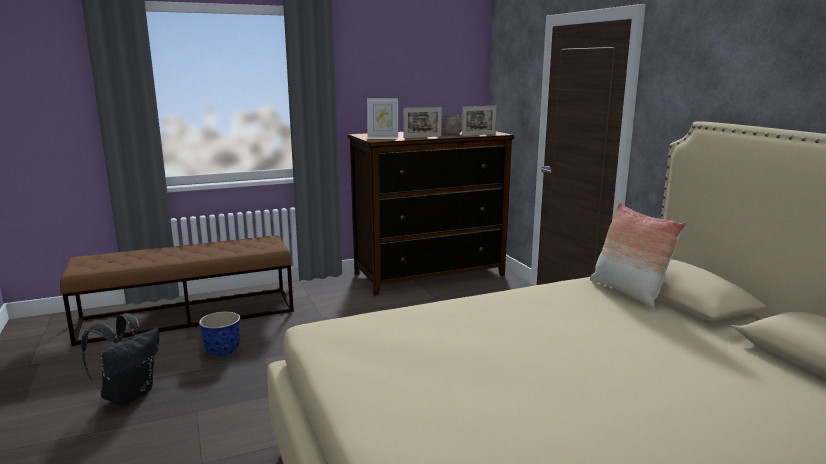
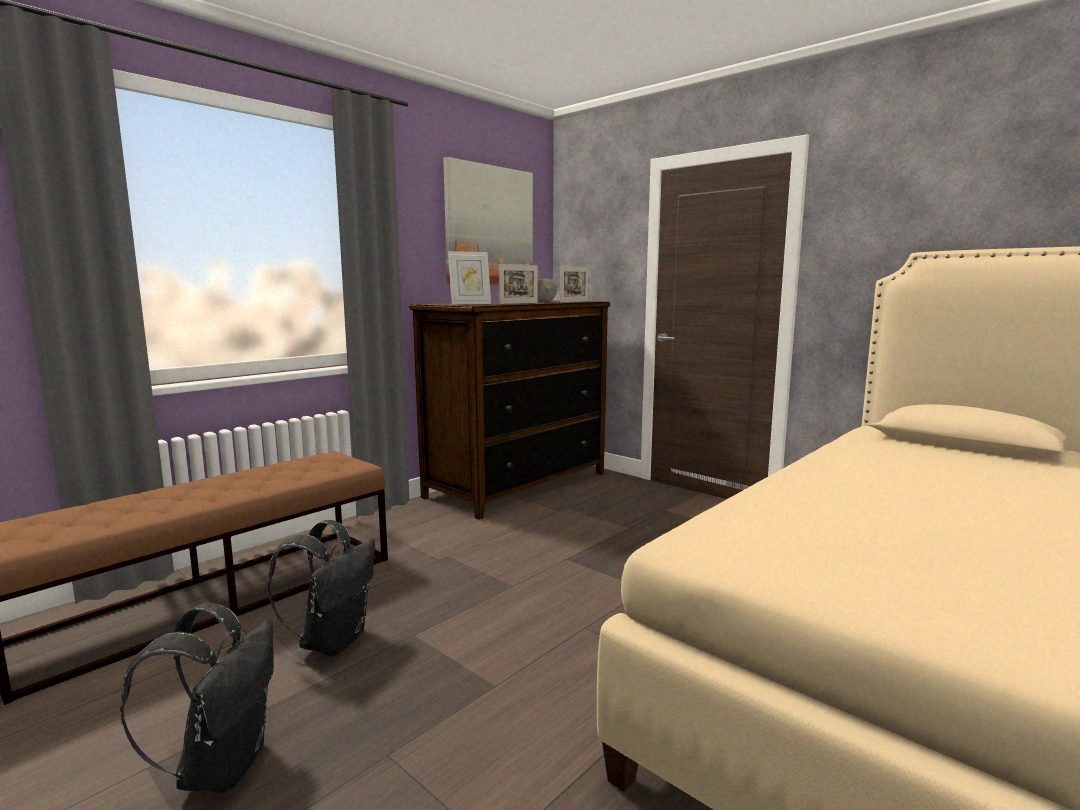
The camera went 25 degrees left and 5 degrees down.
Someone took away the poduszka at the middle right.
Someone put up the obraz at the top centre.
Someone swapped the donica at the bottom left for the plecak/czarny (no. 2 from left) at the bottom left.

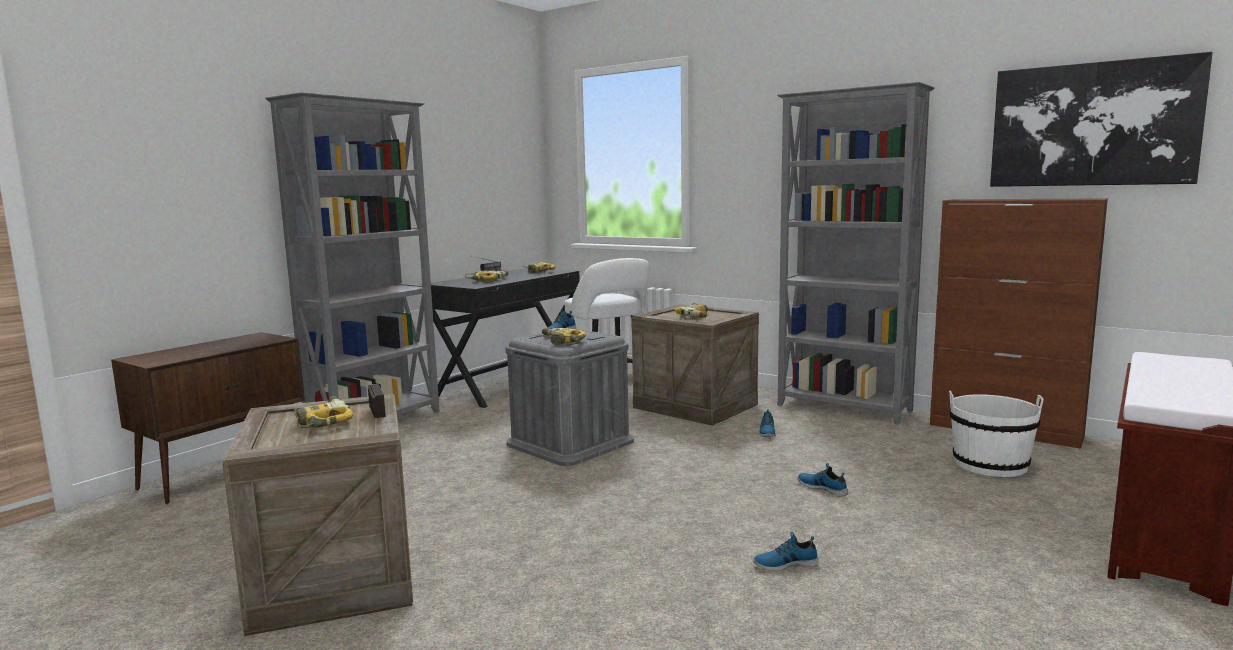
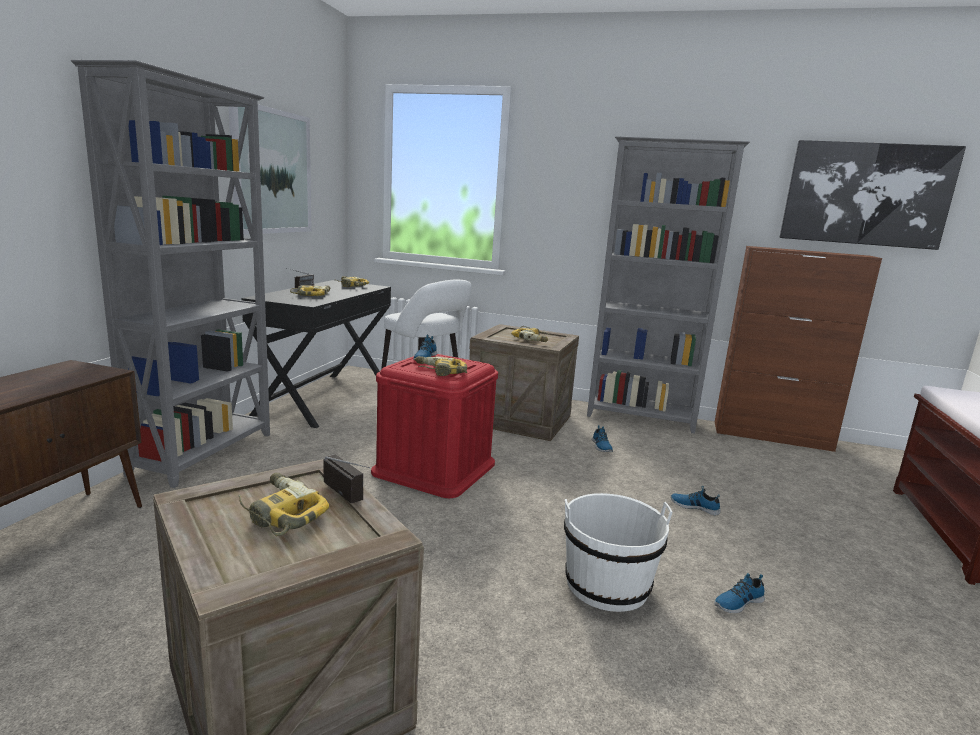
The camera went 20 degrees left and 5 degrees up.
Someone put up the obraz (no. 1 from left) at the top left.
Someone carried the wiadro/biały from the bottom right to the bottom centre.
Someone repainted the pojemnik do przechowywania/szary at the centre, which became the pojemnik do przechowywania/czerwony at the centre.

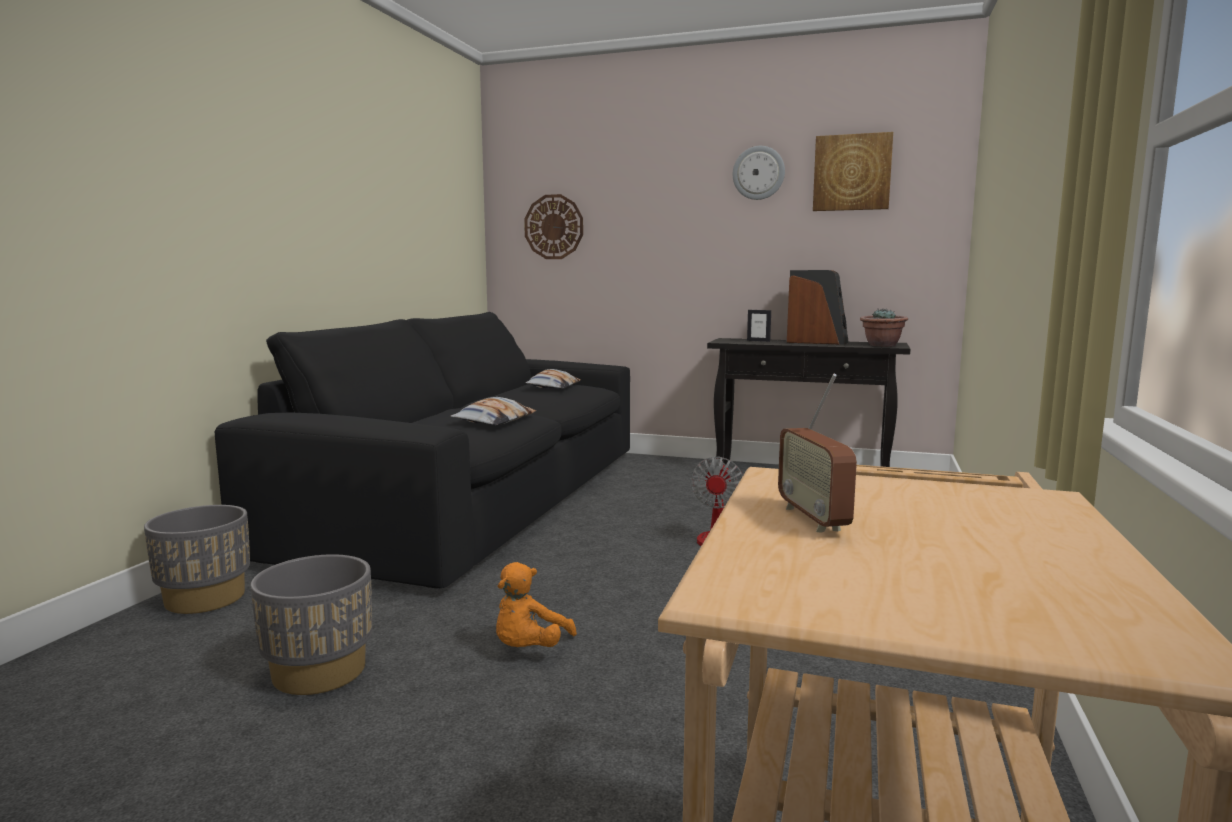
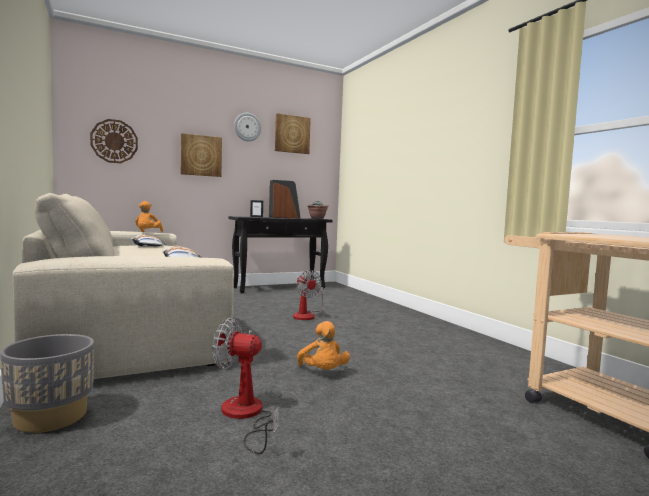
The camera went 45 degrees left and 5 degrees down.
Someone took away the radio at the centre.
Someone put down the pluszak/pomarańczowy (no. 1 from left) at the middle left.
Someone put up the obraz (no. 1 from left) at the top left.
Someone swapped the donica/szary (no. 2 from left) at the bottom left for the wentylator (no. 1 from left) at the bottom centre.
Someone repainted the kanapa/czarny at the centre, which became the kanapa/beżowy at the middle left.

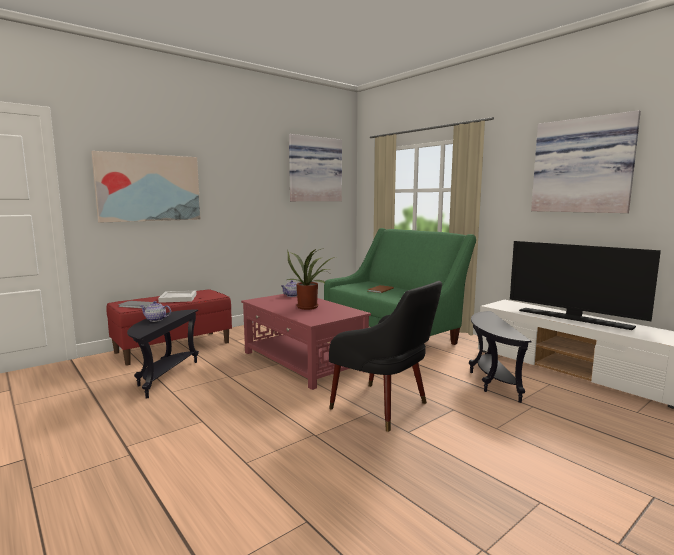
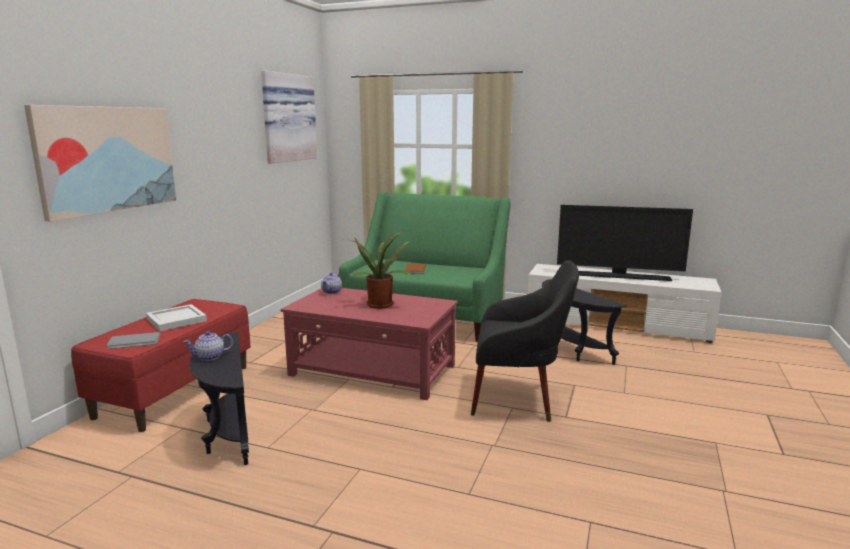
The camera went 30 degrees left and 5 degrees up.
Someone took away the obraz (no. 3 from left) at the top right.

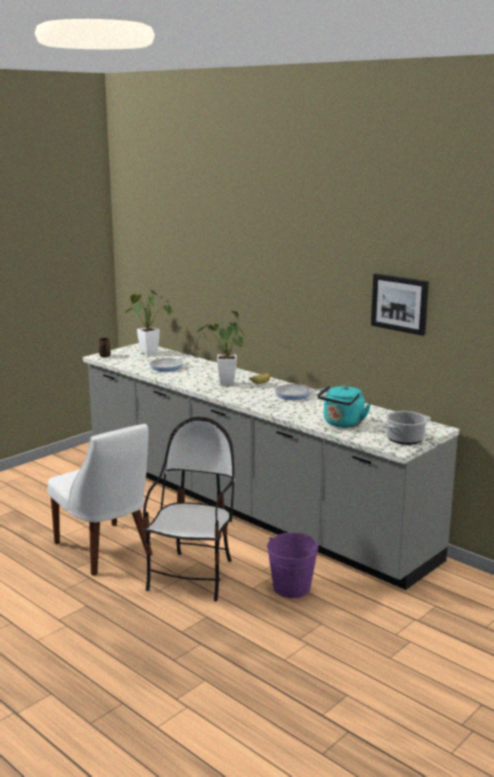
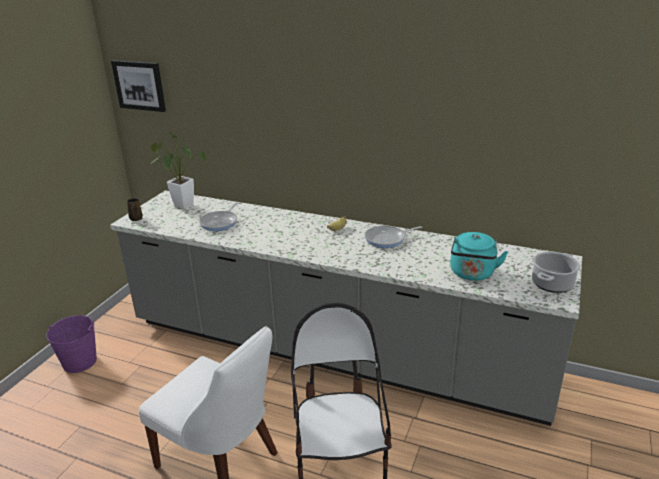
The camera went 20 degrees left and 10 degrees up.
Someone took away the roślina doniczkowa (no. 2 from left) at the centre.
Someone carried the wiadro/fioletowy from the bottom centre to the bottom left.
Someone carried the obraz from the middle right to the top left.

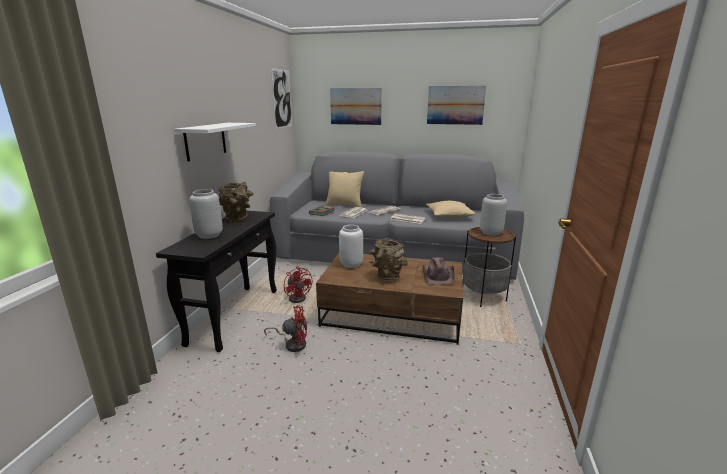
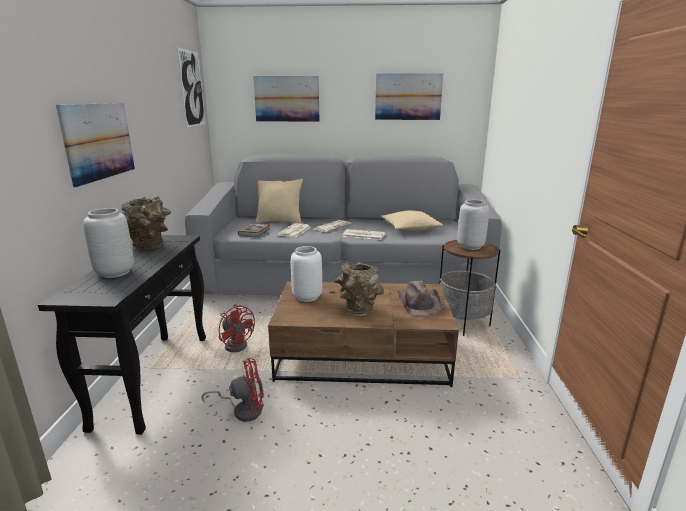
The camera went 10 degrees left and 0 degrees up.
Someone swapped the półka/biały at the top left for the obraz (no. 1 from left) at the top left.

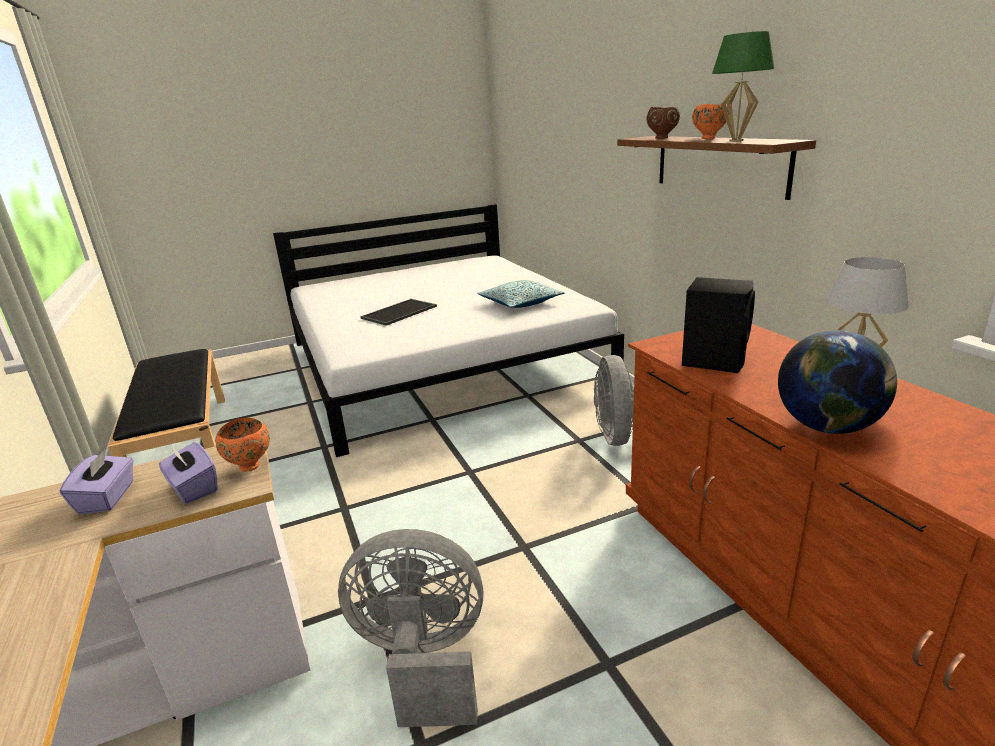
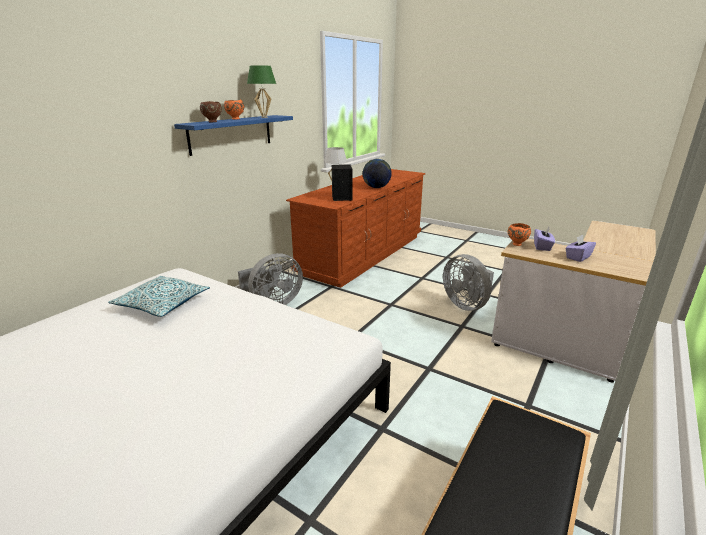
The camera went 125 degrees left and 0 degrees up.
Someone took away the taca at the centre.
Someone repainted the półka/brązowy at the top right, which became the półka/niebieski at the top left.

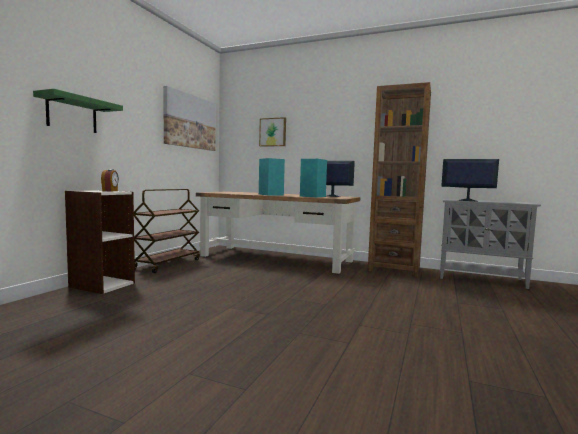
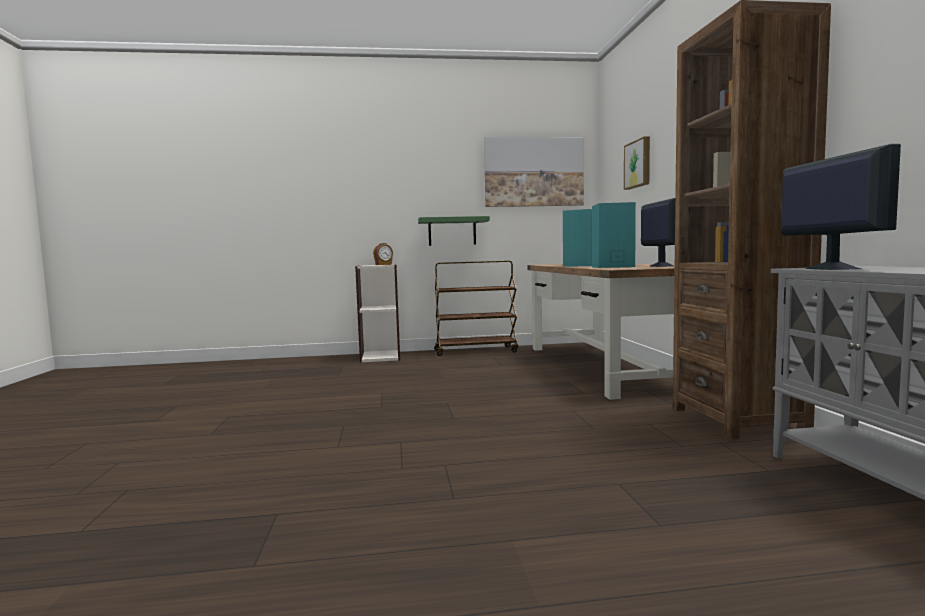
The camera went 60 degrees right and 0 degrees up.
Someone carried the półka/zielony from the top left to the centre.

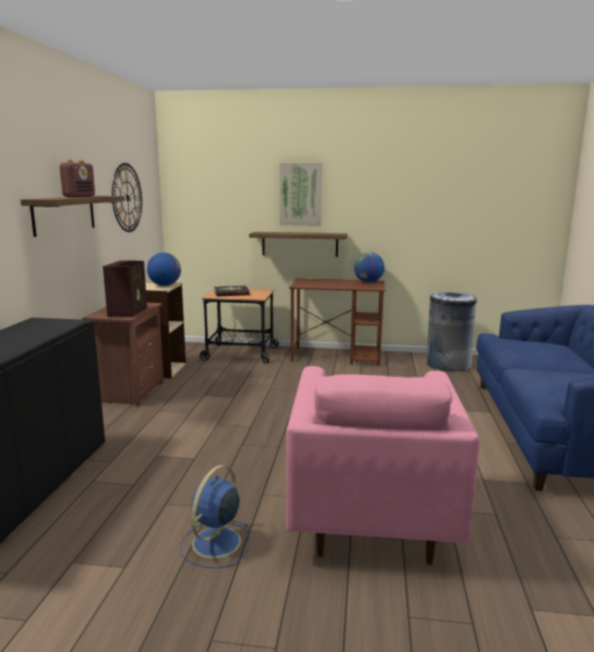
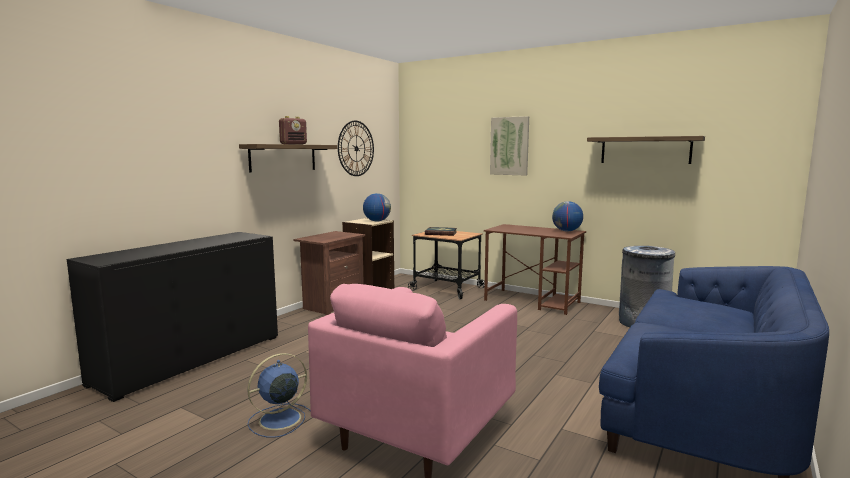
The camera went 25 degrees right and 5 degrees down.
Someone took away the radio (no. 2 from left) at the middle left.
Someone carried the półka (no. 2 from left) from the centre to the top right.

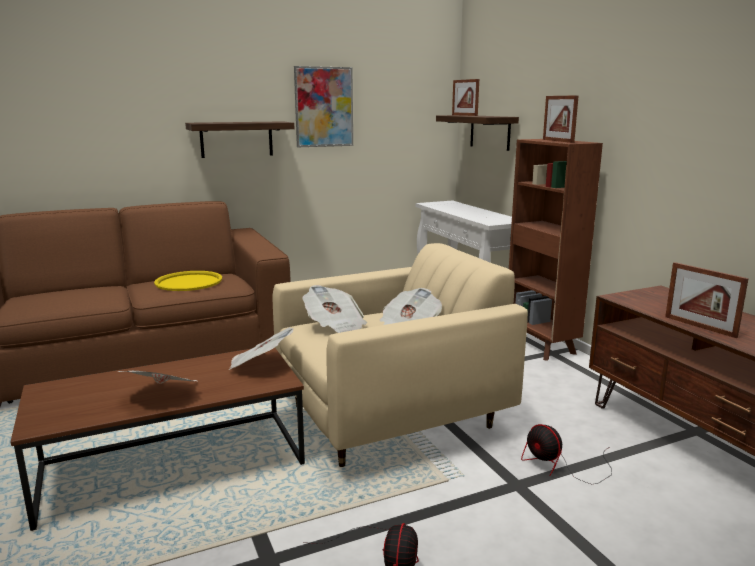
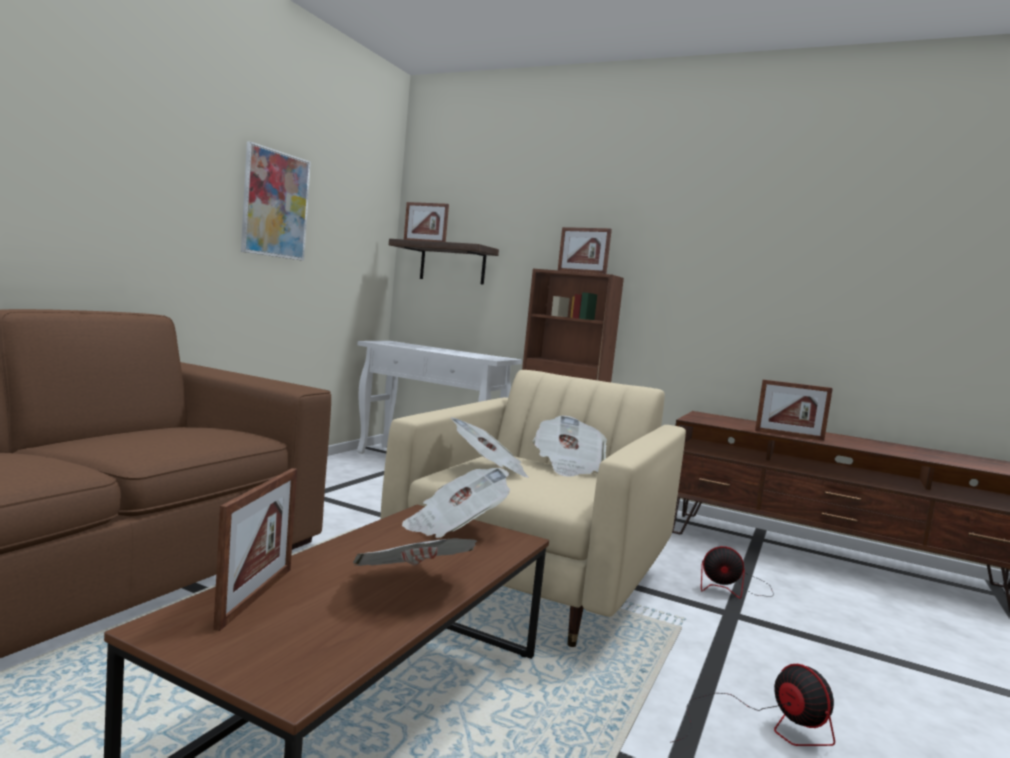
The camera went 40 degrees left and 10 degrees down.
Someone took away the taca/żółty at the middle left.
Someone took away the półka (no. 1 from left) at the top left.
Someone put down the ramka na zdjęcie (no. 1 from left) at the bottom left.

